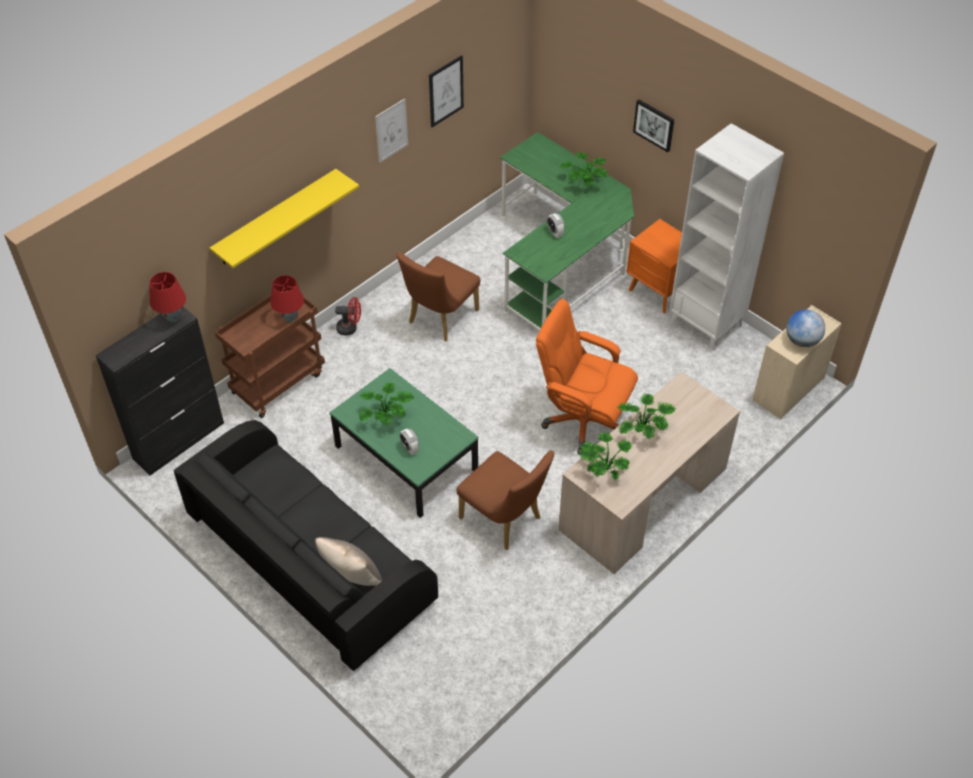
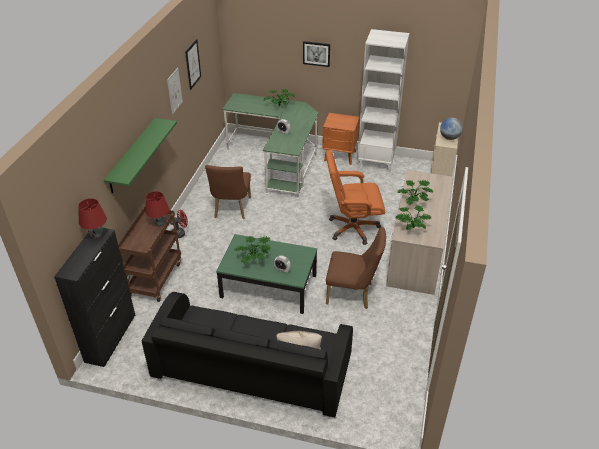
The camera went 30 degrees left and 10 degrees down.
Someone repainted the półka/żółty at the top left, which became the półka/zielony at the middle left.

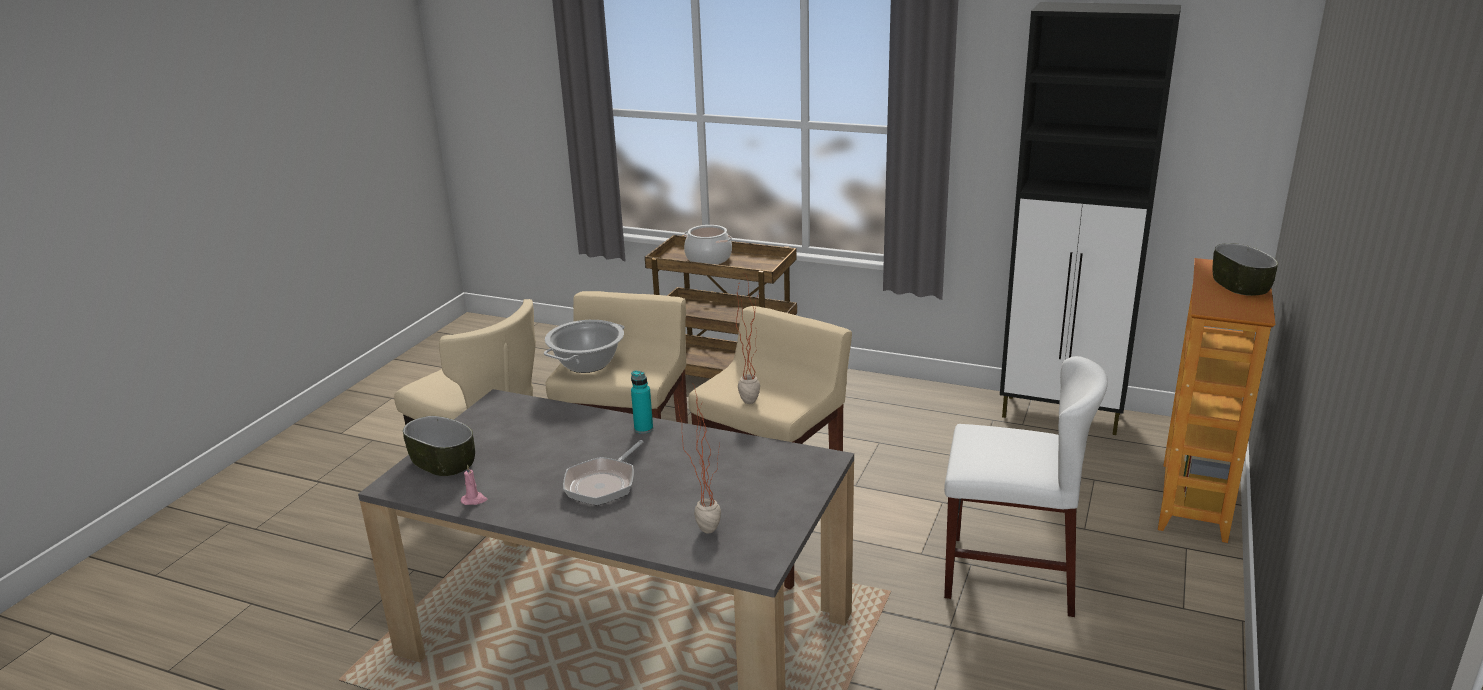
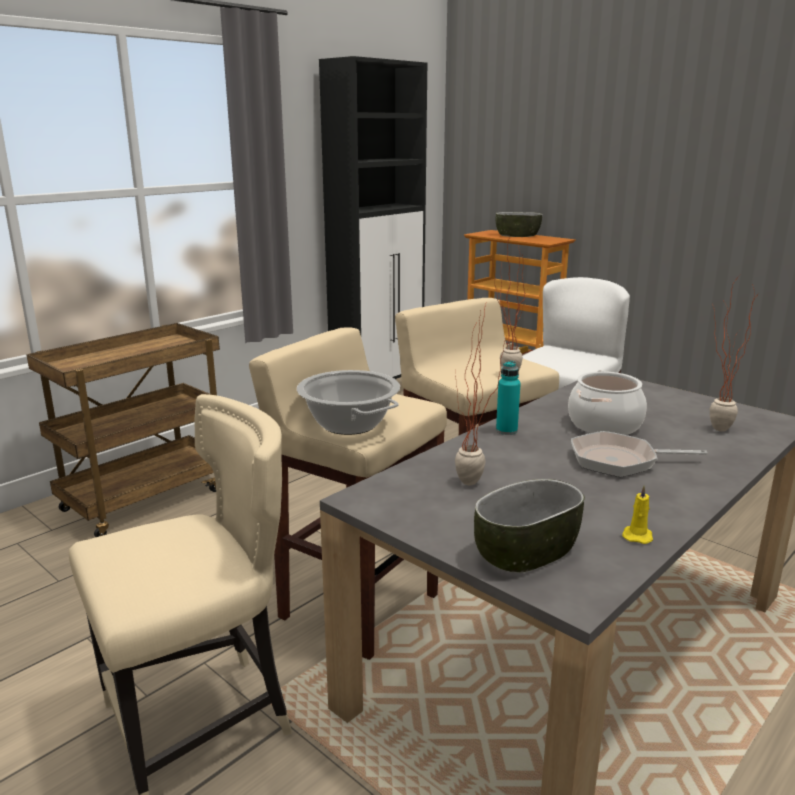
The camera went 70 degrees left and 5 degrees down.
Someone put down the roślina doniczkowa (no. 1 from left) at the centre.
Someone carried the garnek (no. 2 from left) from the centre to the middle right.
Someone repainted the świeca/różowy at the bottom left, which became the świeca/żółty at the middle right.
Someone rotated the patelnia at the bottom centre by 135 degrees clockwise.

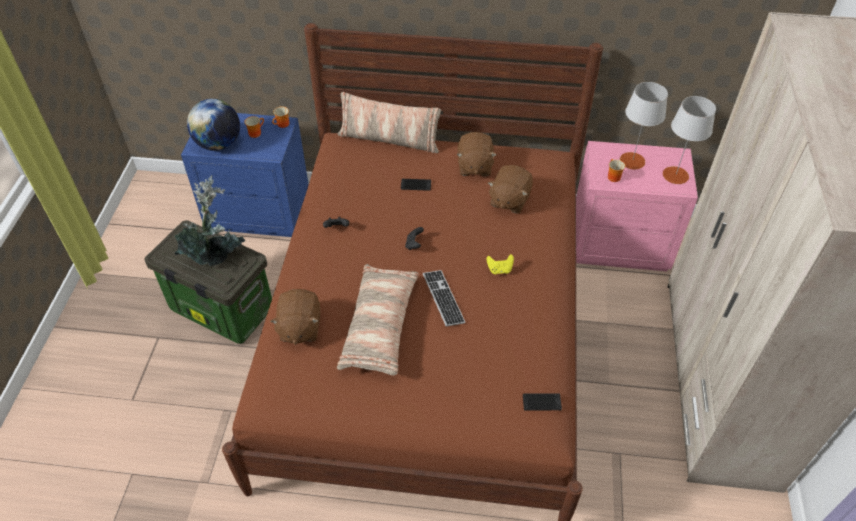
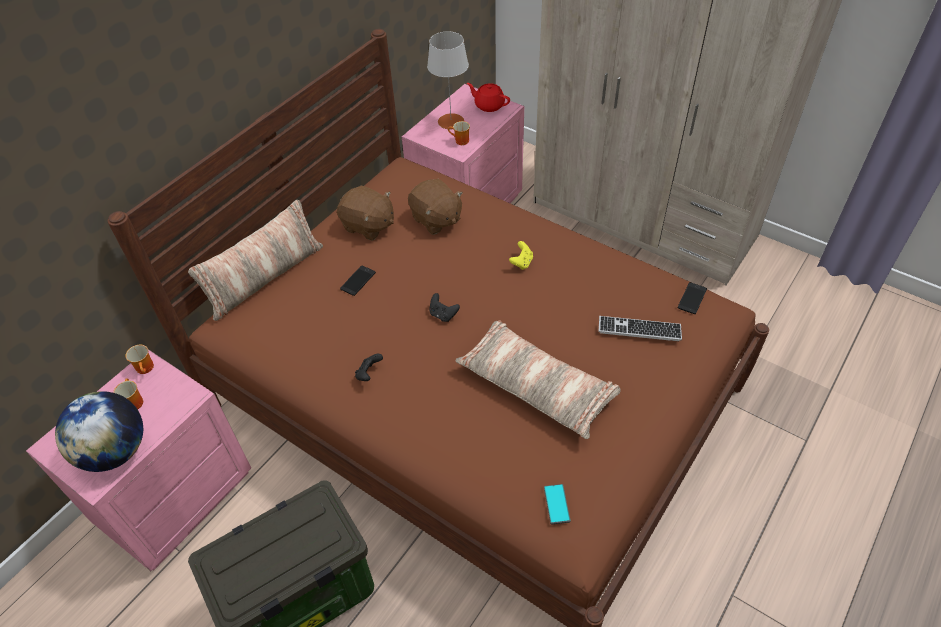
The camera went 60 degrees left and 0 degrees up.
Someone took away the roślina doniczkowa at the middle left.
Someone took away the pluszak/brązowy (no. 1 from left) at the centre.
Someone put down the telefon (no. 2 from left) at the bottom centre.
Someone carried the klawiatura from the centre to the middle right.
Someone swapped the lampa stołowa/szary (no. 2 from left) at the top right for the imbryk/czerwony at the top centre.
Someone repainted the szafka nocna/niebieski at the middle left, which became the szafka nocna/różowy (no. 1 from left) at the bottom left.

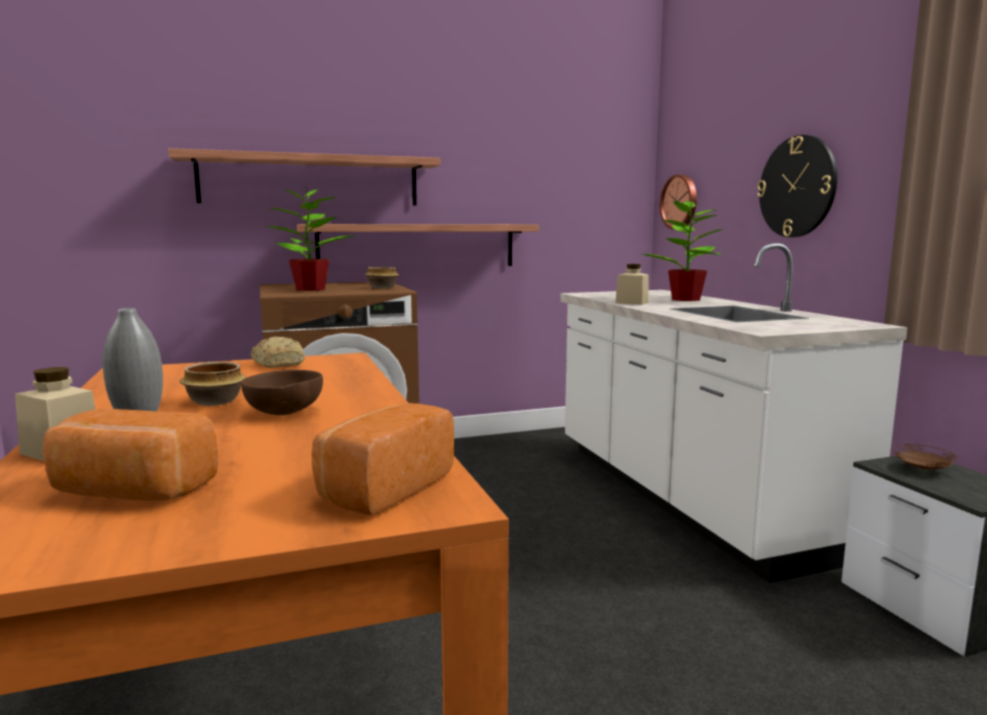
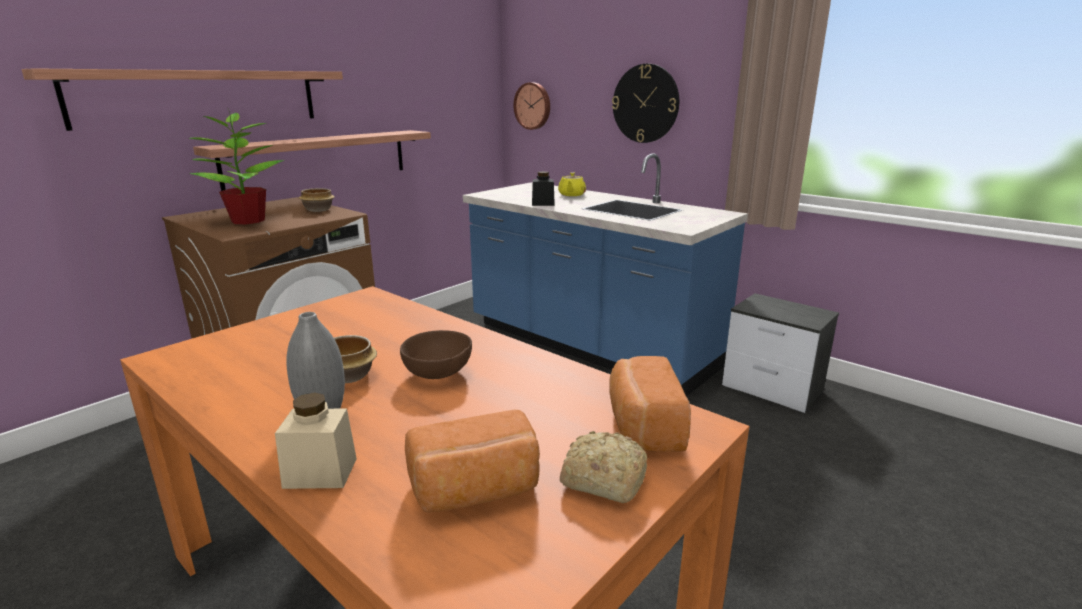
The camera went 30 degrees left and 10 degrees up.
Someone took away the talerz/brązowy at the middle right.
Someone carried the chleb (no. 2 from left) from the middle left to the bottom centre.
Someone swapped the roślina doniczkowa (no. 2 from left) at the middle right for the imbryk/żółty at the top centre.
Someone repainted the zabudowa kuchenna/biały at the middle right, which became the zabudowa kuchenna/niebieski at the centre.
Someone repainted the słoik/beżowy (no. 2 from left) at the centre, which became the słoik/czarny at the top centre.

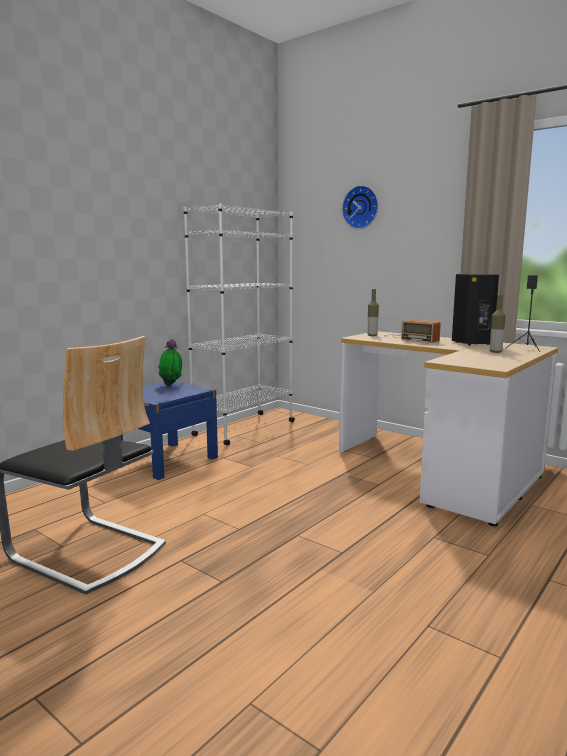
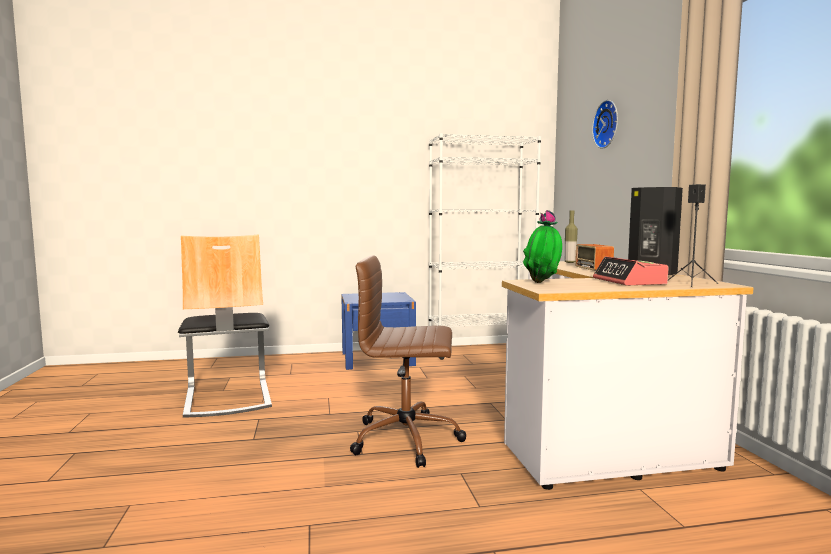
The camera went 40 degrees right and 5 degrees down.
Someone put down the krzesło biurowe/brązowy at the centre.
Someone carried the roślina doniczkowa from the middle left to the centre.
Someone swapped the butelka (no. 2 from left) at the middle right for the budzik at the middle right.

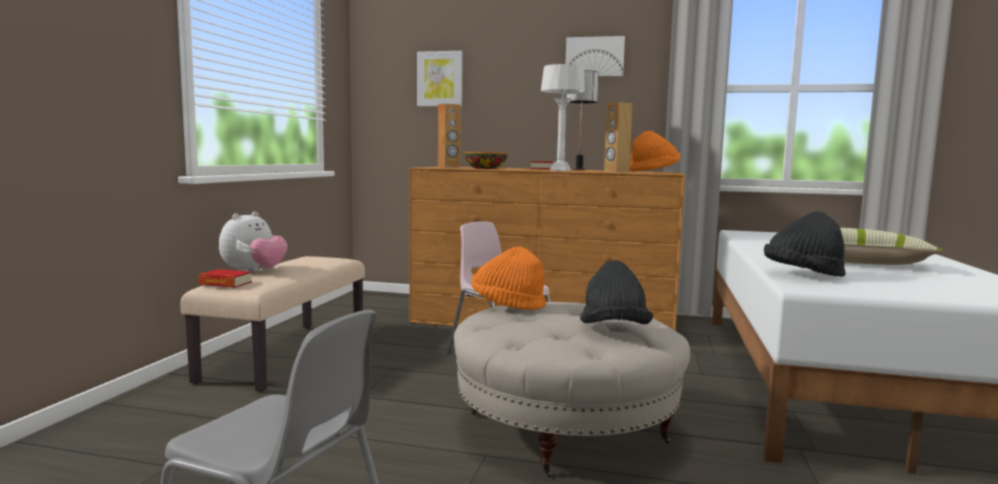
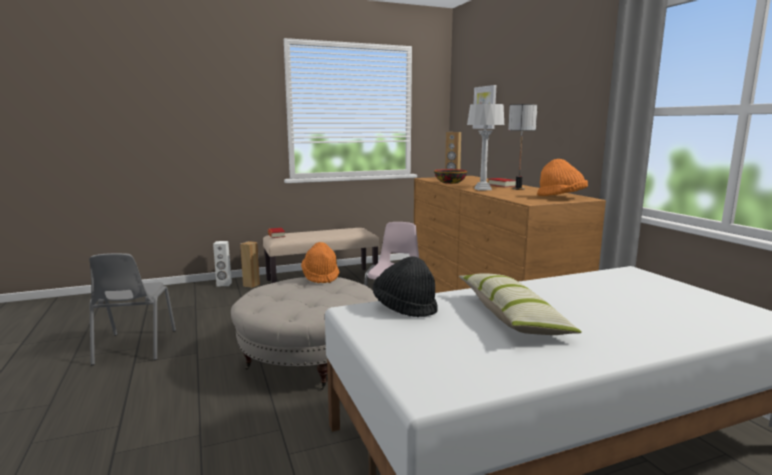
The camera went 55 degrees right and 5 degrees up.
Someone took away the pluszak at the middle left.
Someone took away the obraz (no. 2 from left) at the top centre.
Someone took away the kapelusz/czarny (no. 1 from left) at the centre.
Someone put down the głośnik/biały at the middle left.
Someone carried the głośnik/brązowy (no. 2 from left in the first image) from the top centre to the middle left.

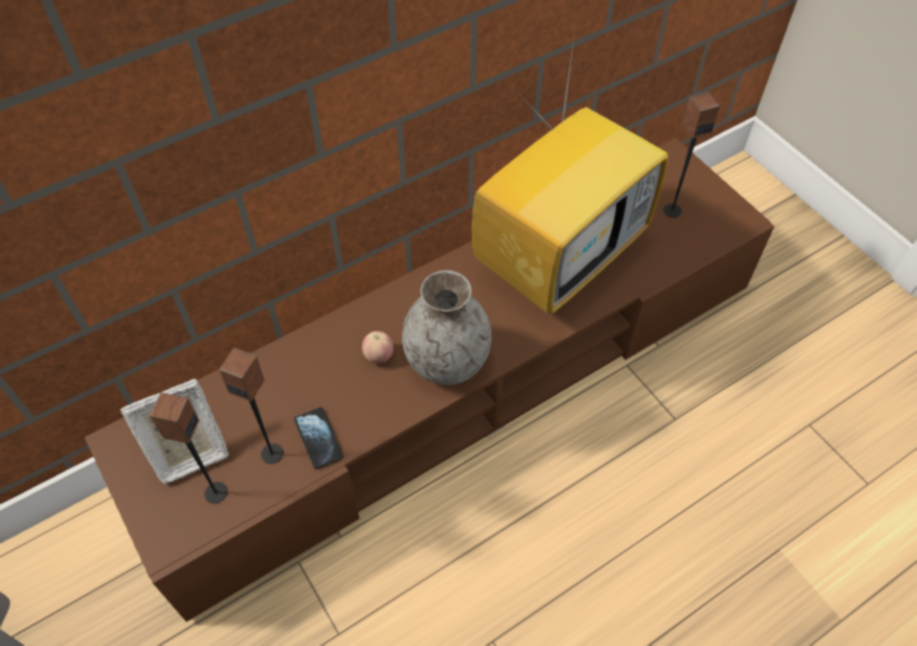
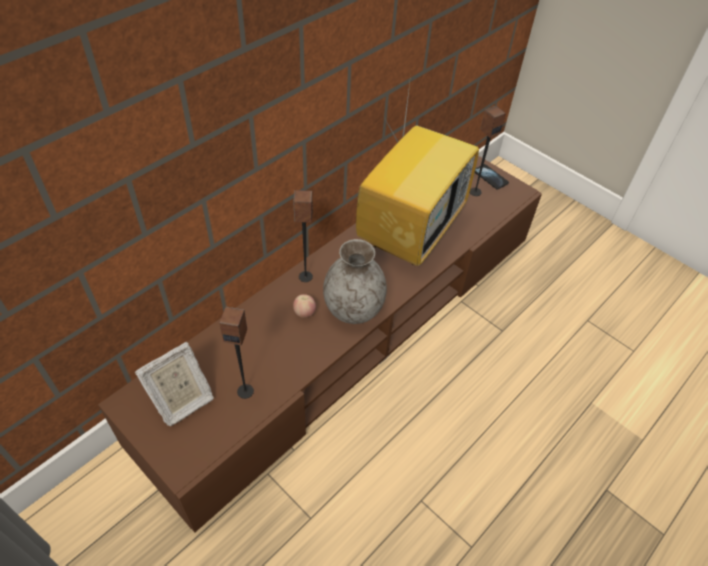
The camera went 15 degrees left and 5 degrees down.
Someone carried the głośnik (no. 1 from left in the first image) from the bottom left to the centre.
Someone carried the telefon from the bottom centre to the top right.

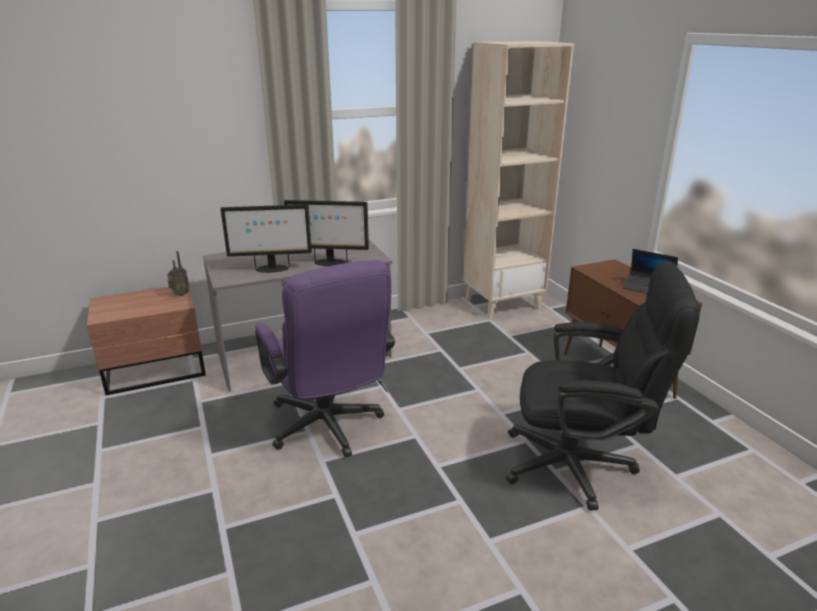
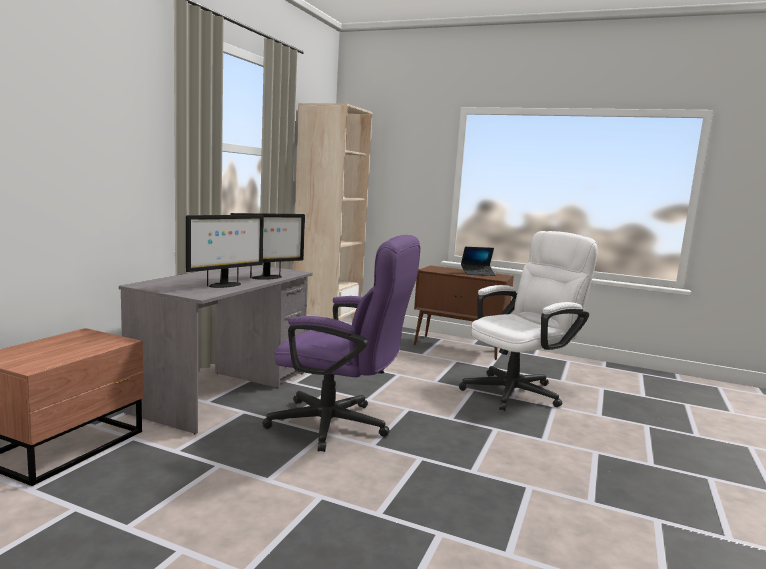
The camera went 45 degrees left and 15 degrees down.
Someone took away the radio at the middle left.
Someone repainted the krzesło biurowe/czarny at the middle right, which became the krzesło biurowe/biały at the middle right.

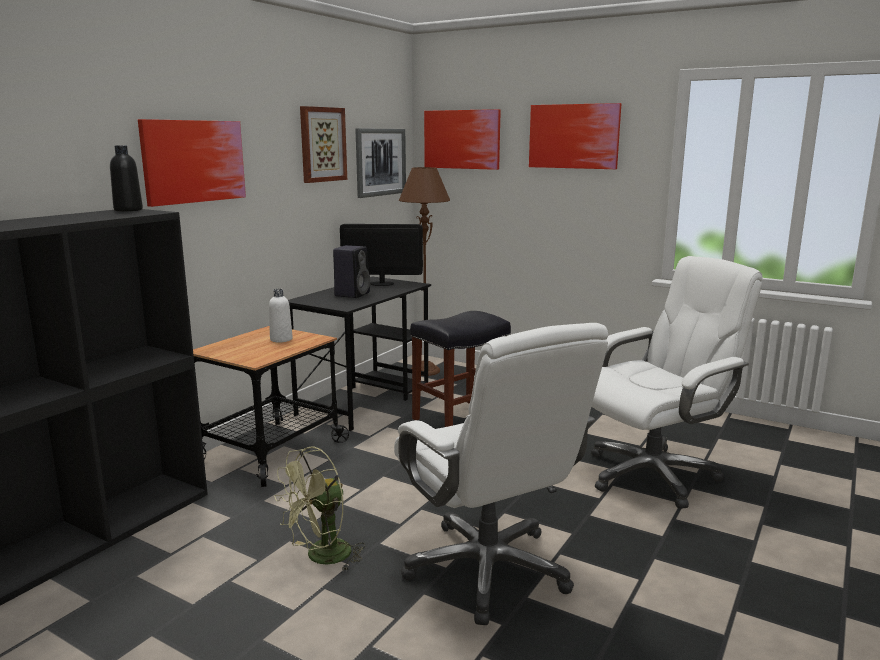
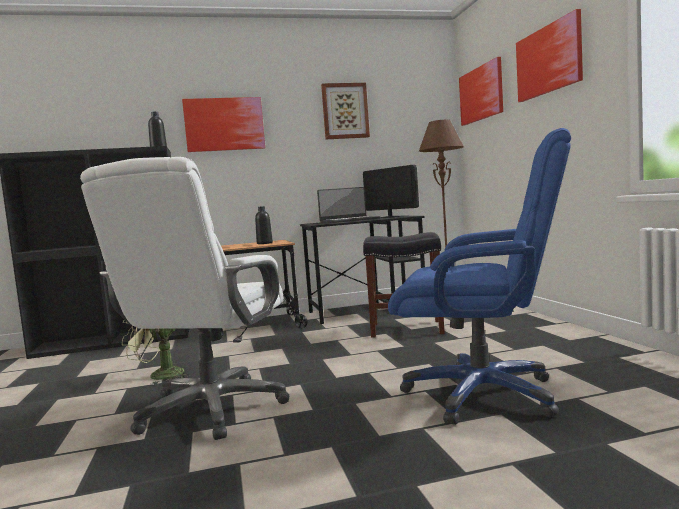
The camera went 45 degrees right and 10 degrees down.
Someone took away the obraz (no. 3 from left) at the top centre.
Someone swapped the głośnik/czarny at the centre for the laptop at the centre.
Someone repainted the butelka/biały at the middle left, which became the butelka/czarny (no. 2 from left) at the centre.
Someone repainted the krzesło biurowe/biały (no. 2 from left) at the middle right, which became the krzesło biurowe/niebieski at the middle right.

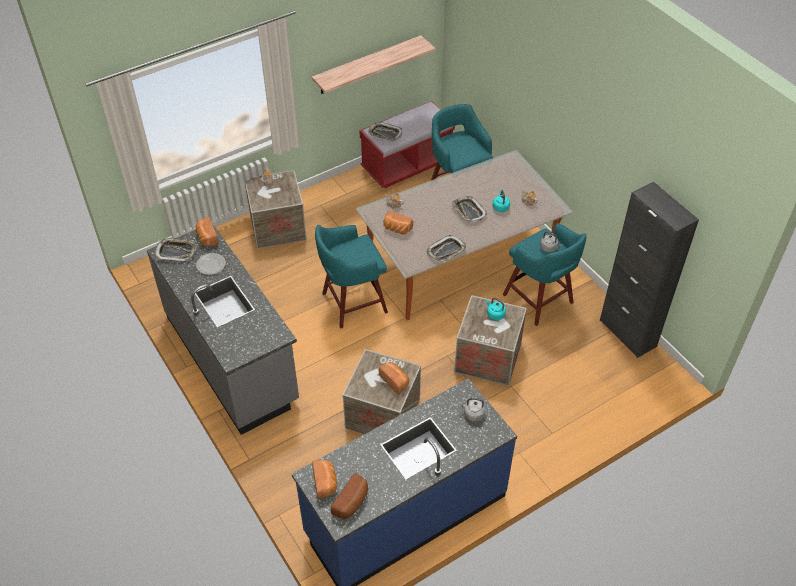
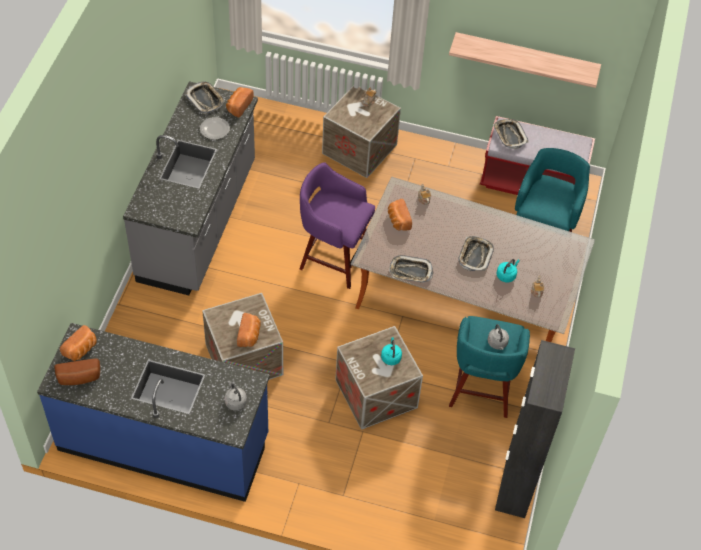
The camera went 45 degrees right and 5 degrees up.
Someone repainted the stołek/turkusowy (no. 1 from left) at the centre, which became the stołek/fioletowy at the centre.

